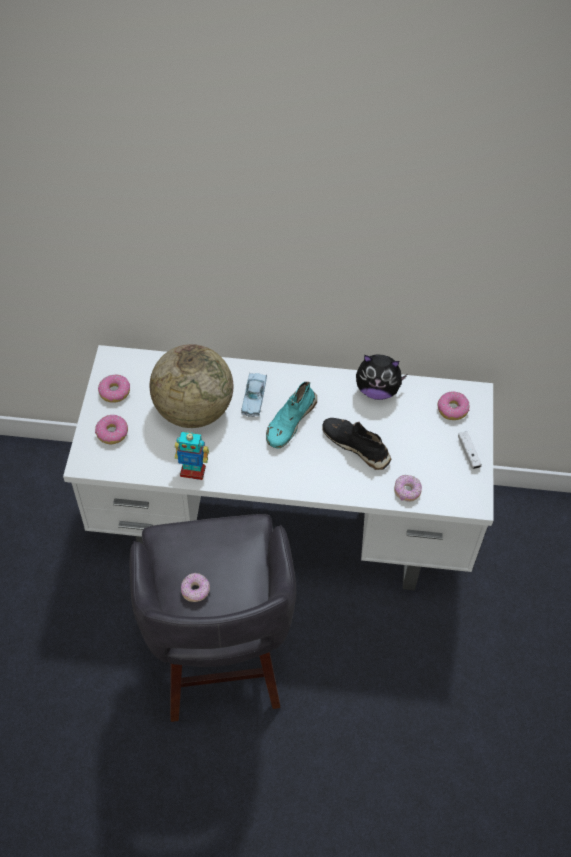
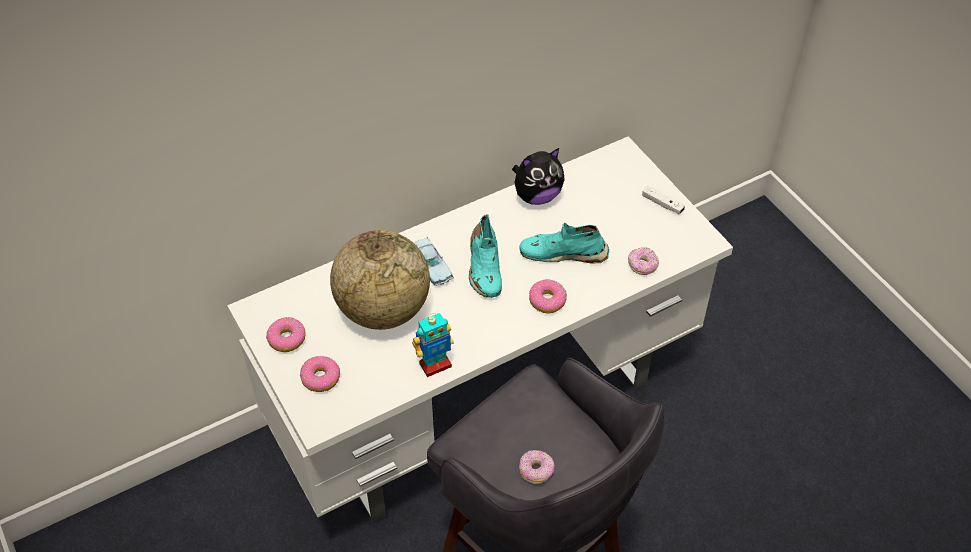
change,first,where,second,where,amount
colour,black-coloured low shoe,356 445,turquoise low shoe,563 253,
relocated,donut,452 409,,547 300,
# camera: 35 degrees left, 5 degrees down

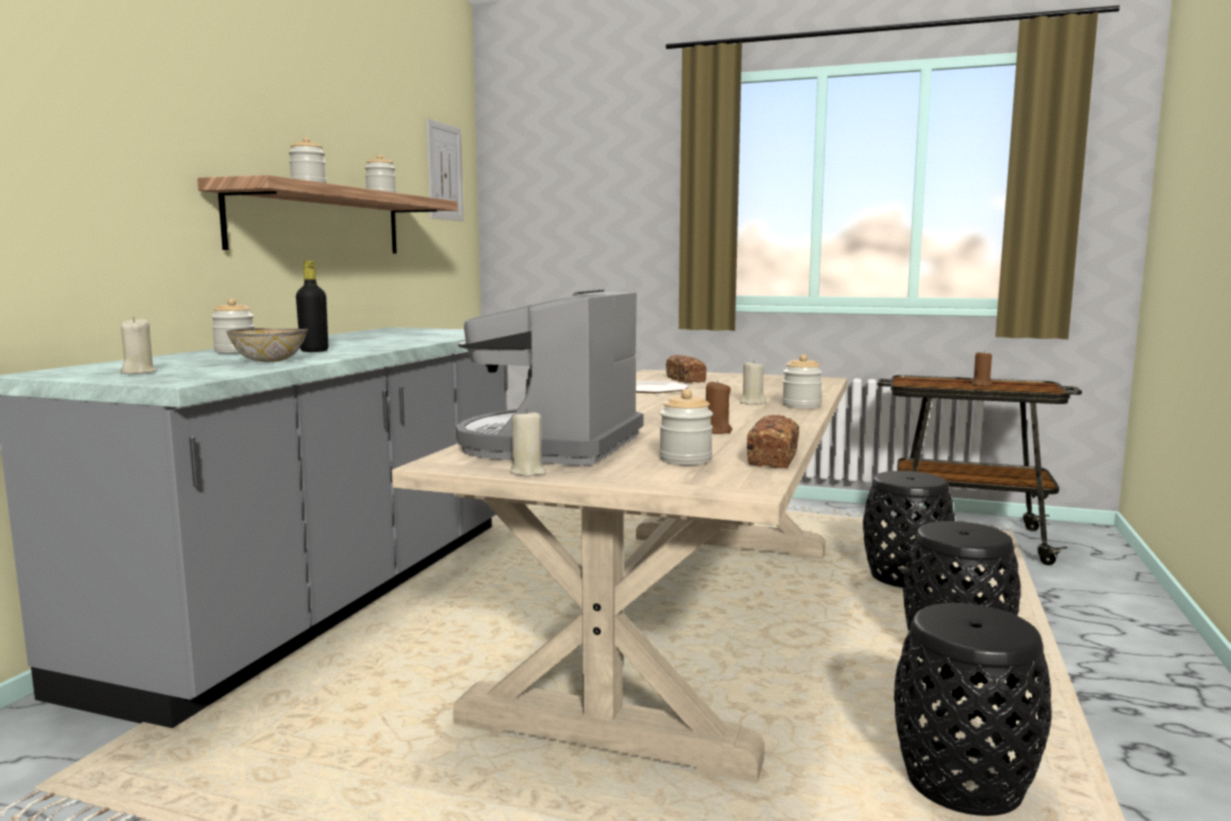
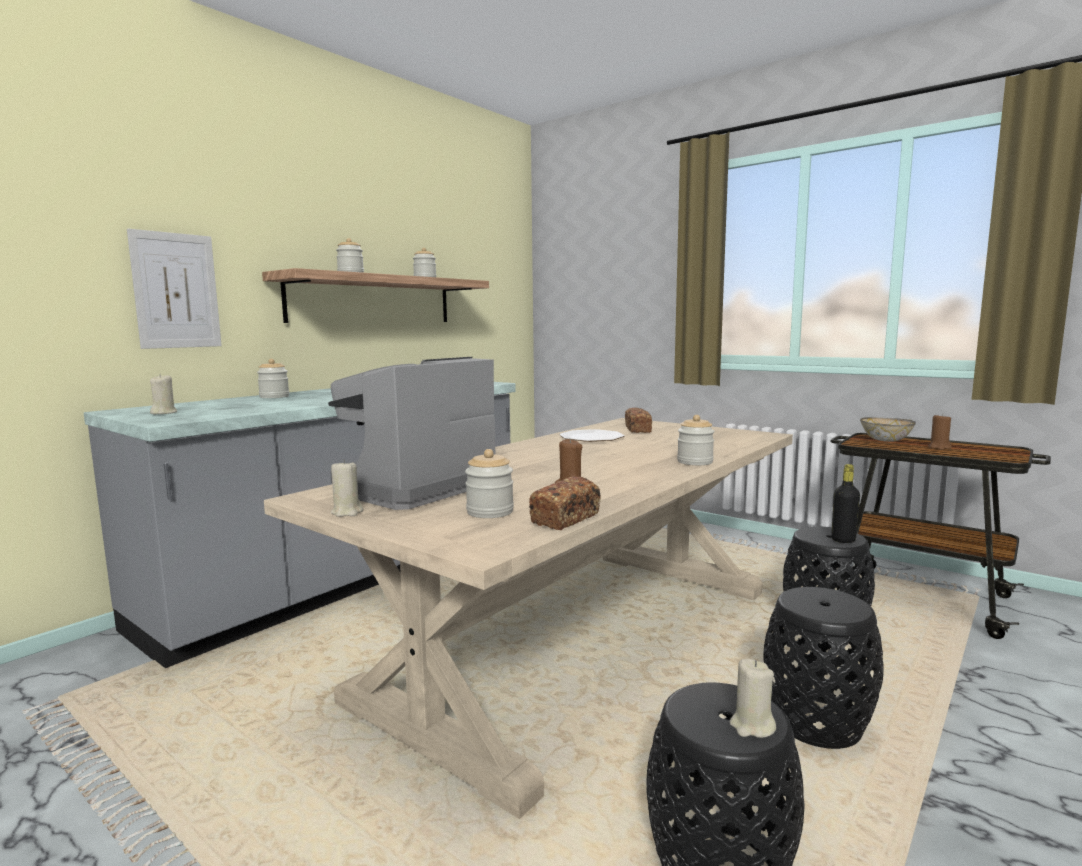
change,first,where,second,where,amount
relocated,picture,444 172,,176 291,
relocated,sand-coloured wax light,752 403,,752 726,
relocated,black-coloured bottle,314 351,,843 540,
relocated,deep dish,270 361,,886 440,
# camera: 20 degrees right, 0 degrees up

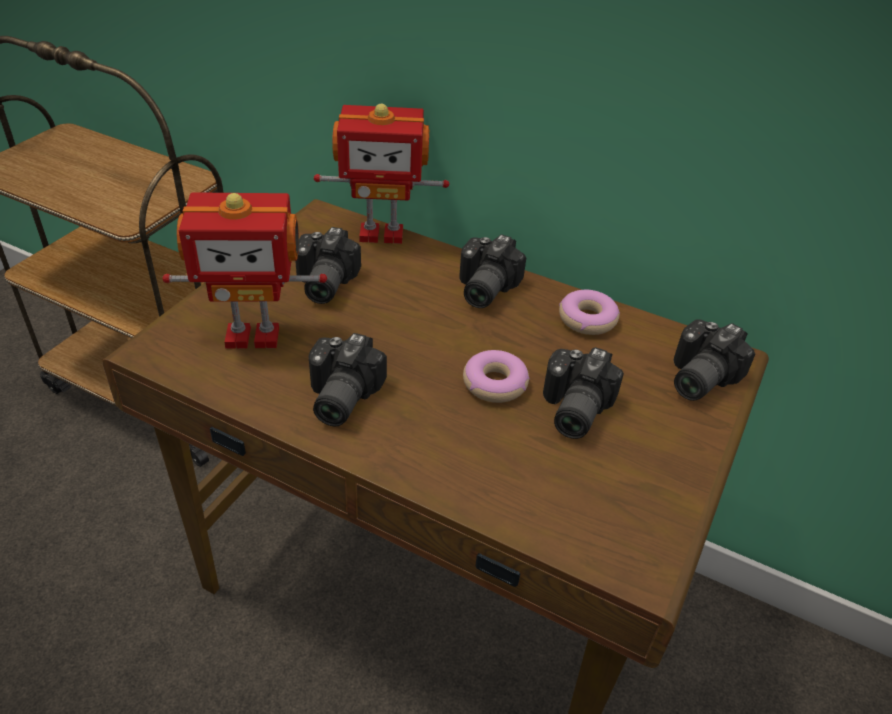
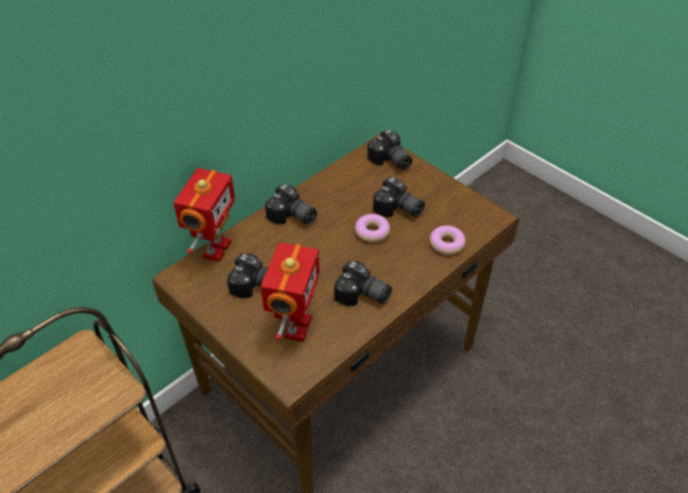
change,first,where,second,where,amount
relocated,donut,587 319,,446 244,
# camera: 70 degrees left, 5 degrees up

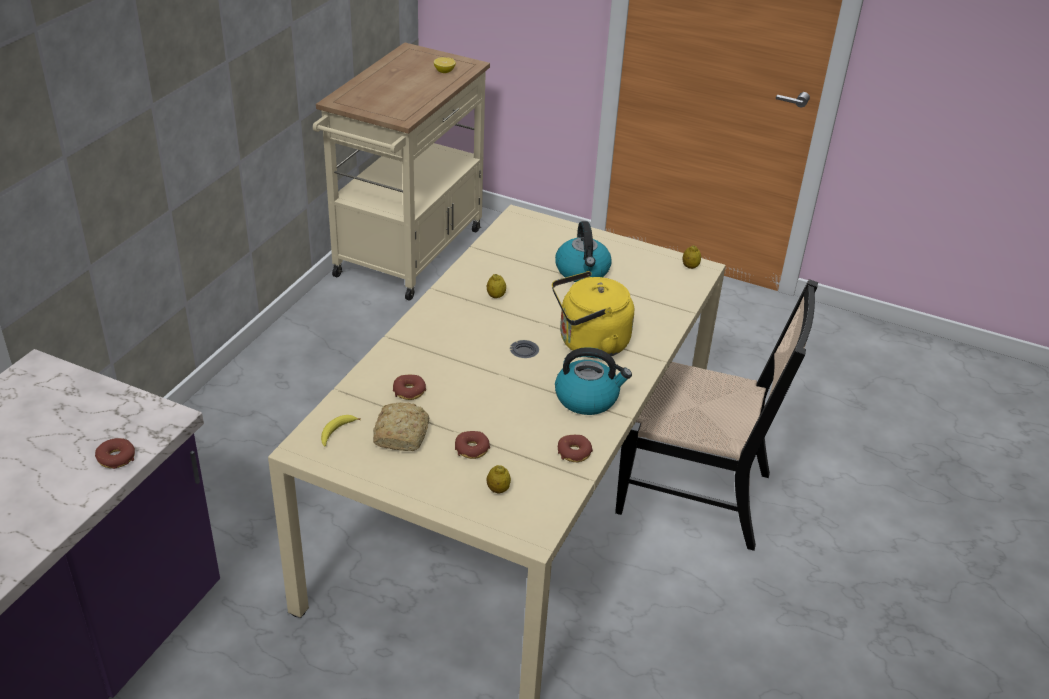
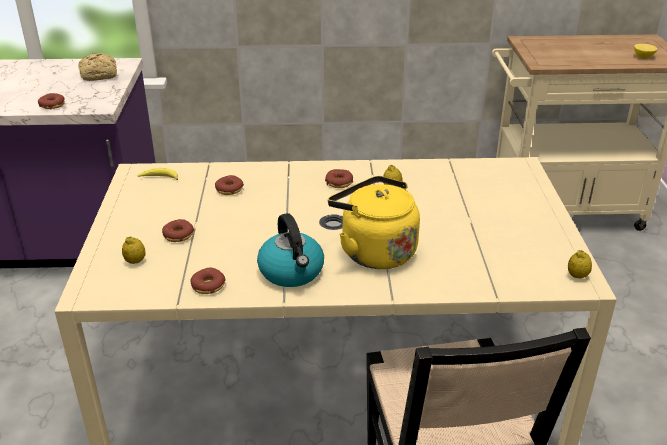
change,first,where,second,where,amount
relocated,bakery bread,402 434,,100 75,
appeared,,,donut,339 183,
missing,kettle,582 271,,,
# camera: 65 degrees right, 5 degrees down

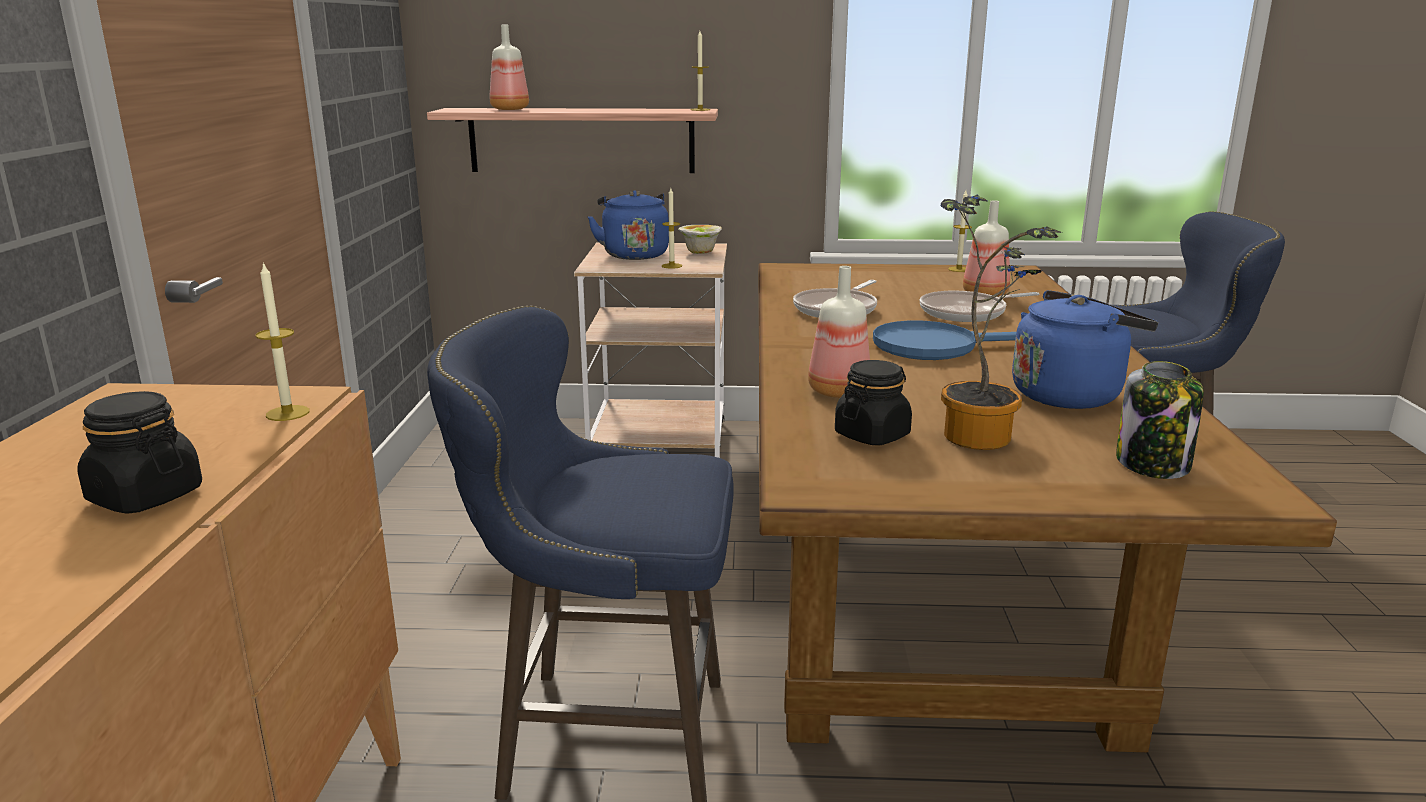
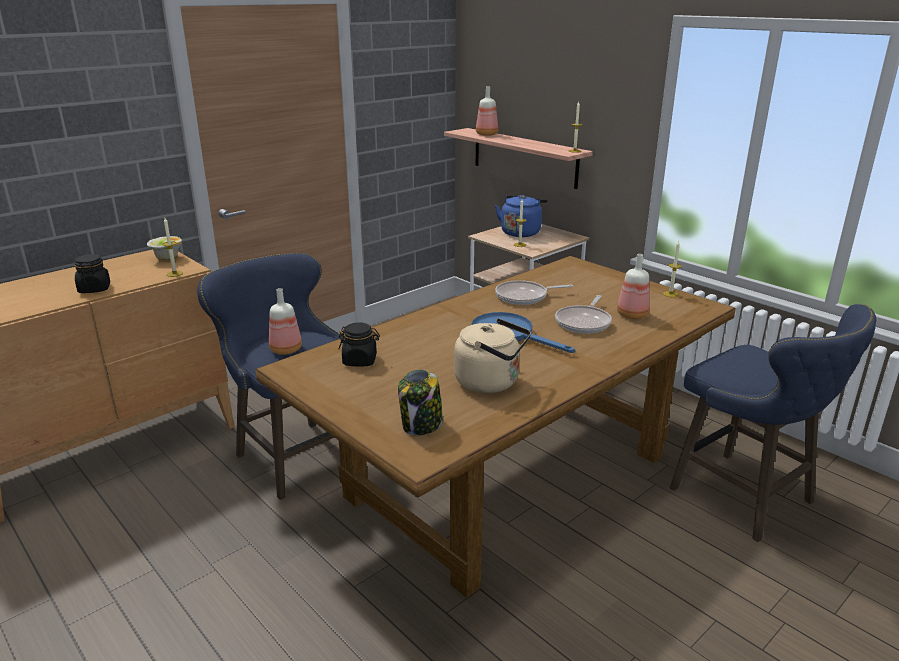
change,first,where,second,where,amount
relocated,deep dish,700 253,,167 259,
relocated,bottle,836 391,,285 349,
colour,bluish kettle,1070 395,sand-coloured kettle,491 382,
spun,skillet,967 313,,584 322,90 degrees counterclockwise
missing,potted plant,981 434,,,
# camera: 45 degrees right, 5 degrees up

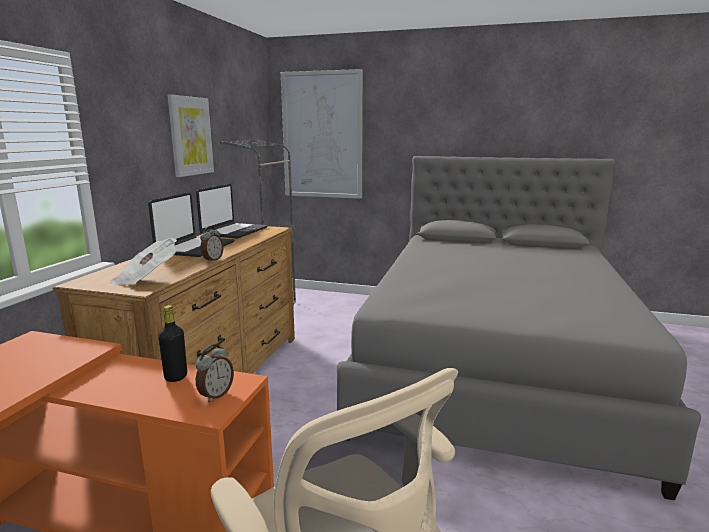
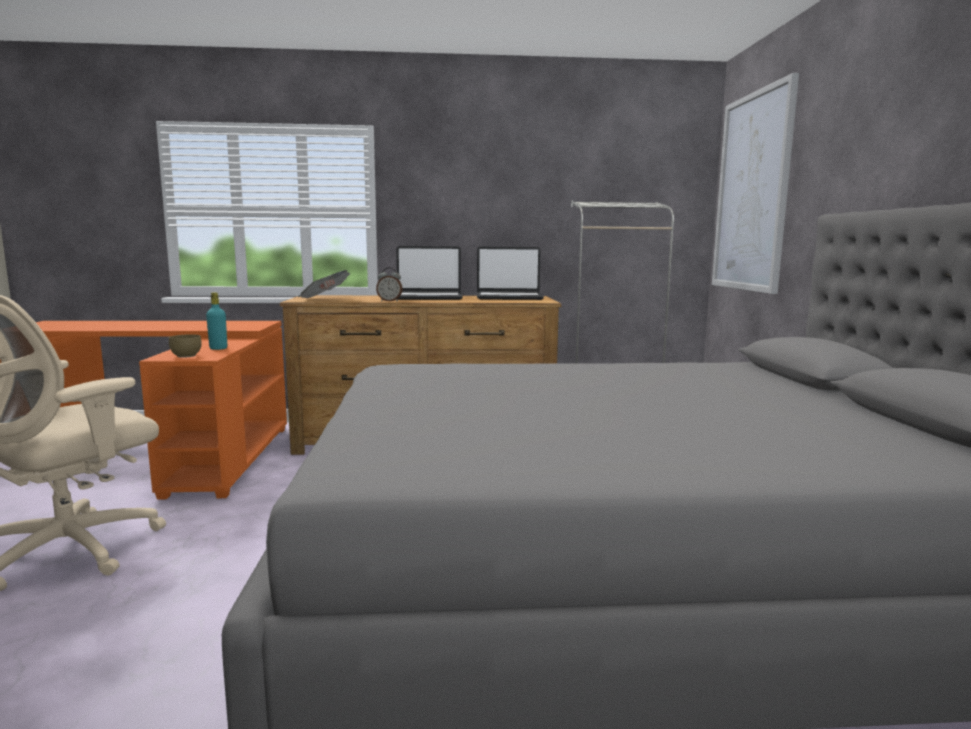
change,first,where,second,where,amount
exchanged,bedside clock,215 395,brown-coloured deep dish,187 356,
colour,black-coloured bottle,176 377,turquoise bottle,218 348,
missing,picture,190 136,,,
# camera: 70 degrees right, 5 degrees down

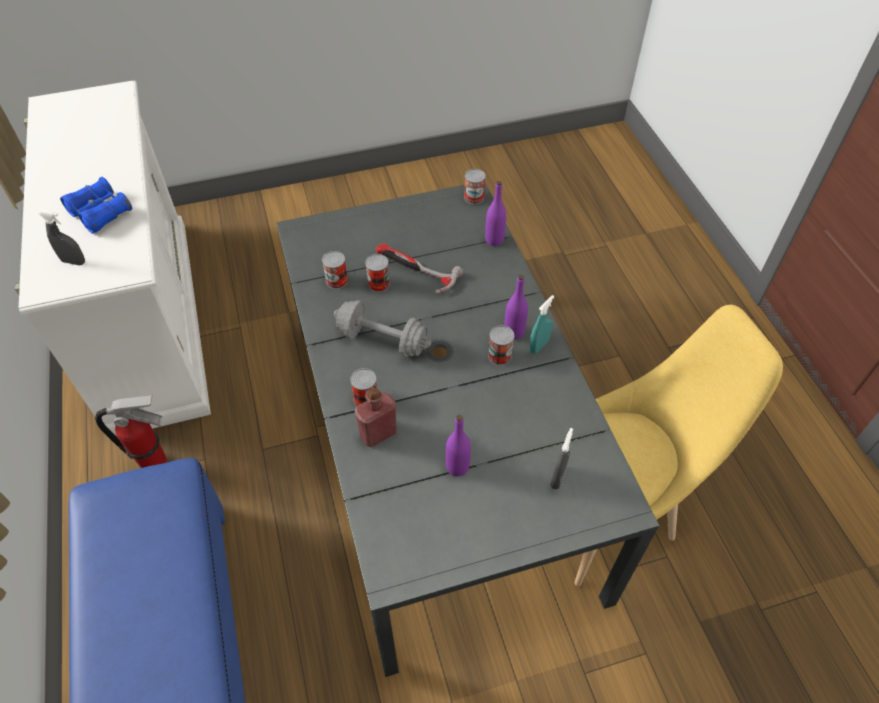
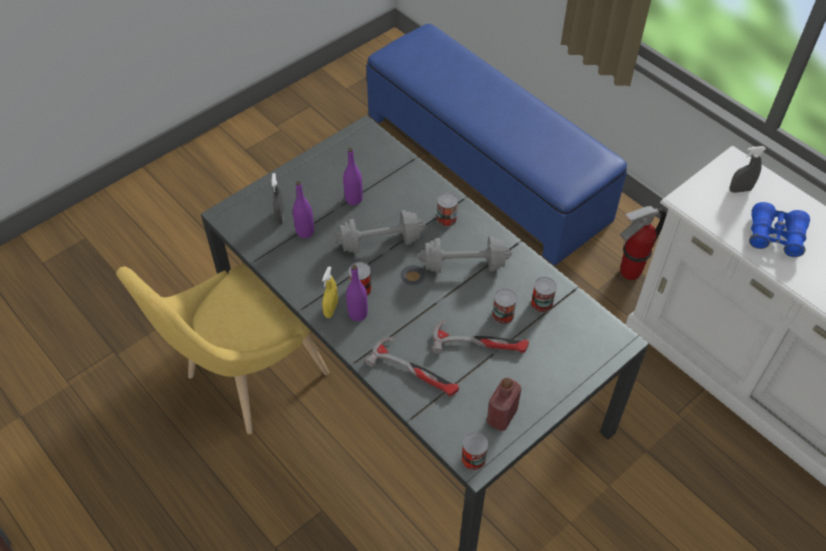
change,first,where,second,where,amount
relocated,purple-coloured bottle,494 240,,305 232,
colour,turquoise sprayer,538 346,yellowish sprayer,331 309,
appeared,,,greyish free weight,380 242,
appeared,,,tool hammer,415 370,
relocated,red bottle,378 433,,501 416,
# camera: 155 degrees right, 0 degrees up

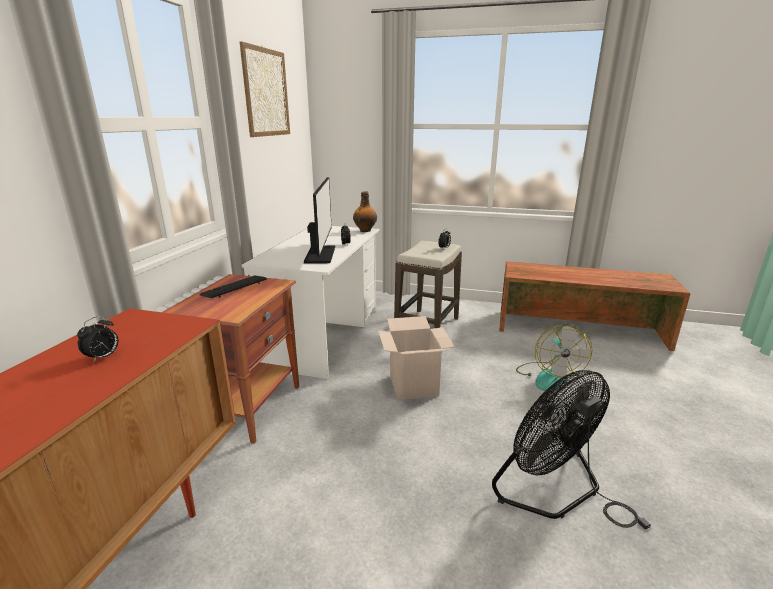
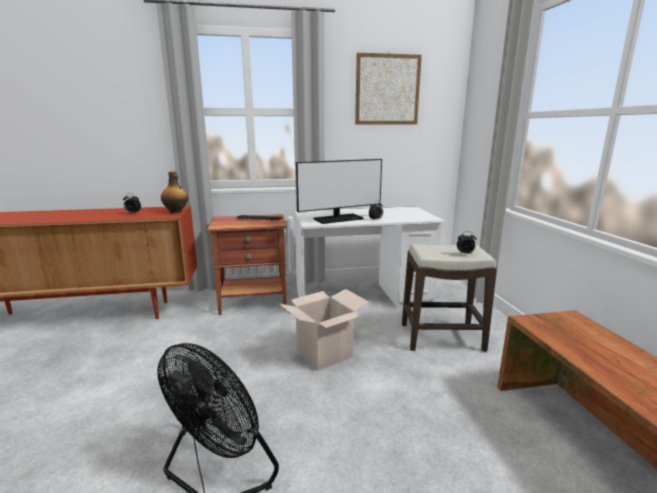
change,first,where,second,where,amount
relocated,bottle,365 230,,176 212,
missing,fan,548 376,,,
# camera: 65 degrees right, 5 degrees down

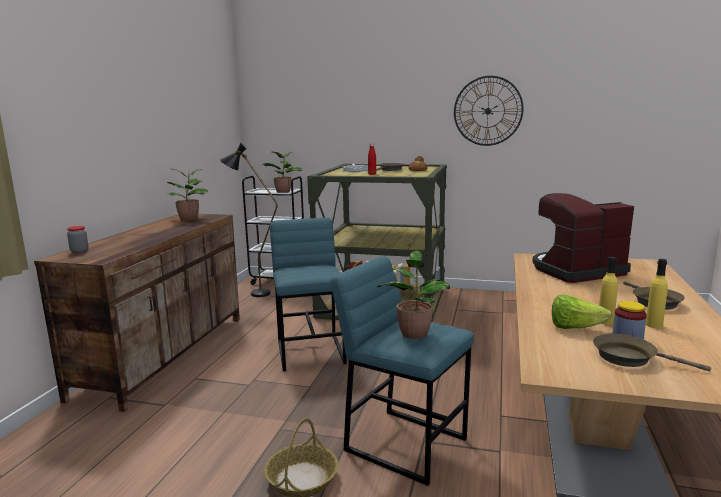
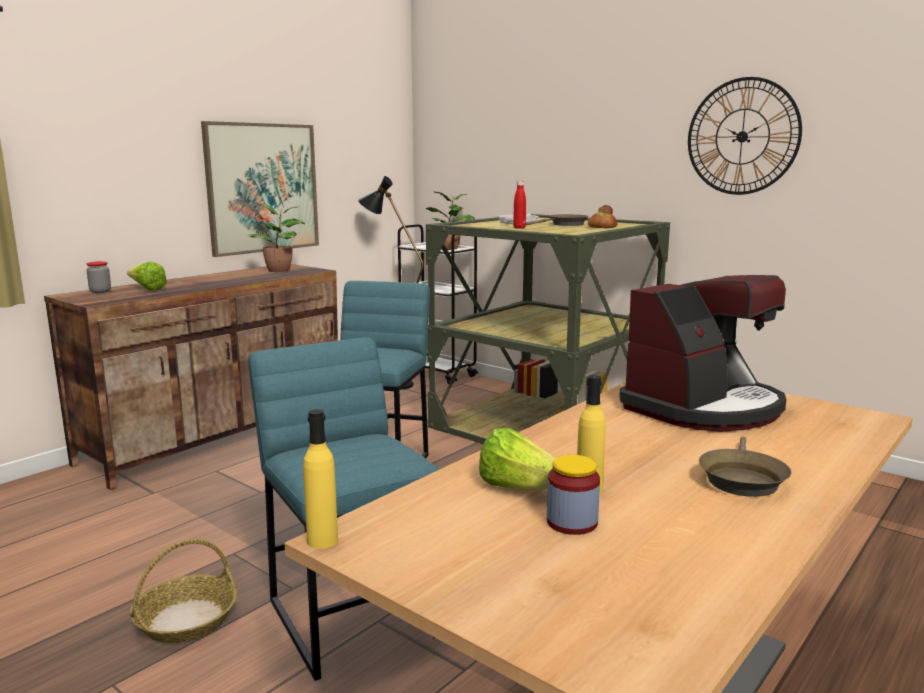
change,first,where,second,where,amount
appeared,,,head of lettuce,147 289,
appeared,,,picture,262 188,
relocated,yellowish bottle,654 325,,322 540,
spun,coffee maker,576 270,,704 408,135 degrees clockwise
missing,potted plant,414 332,,,
missing,brown-coloured skillet,630 358,,,
# camera: 25 degrees right, 0 degrees up

